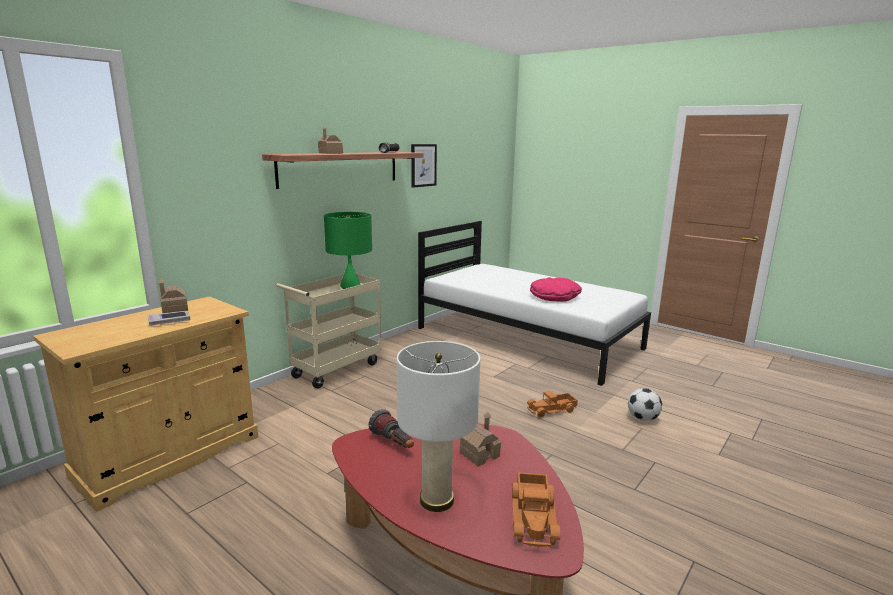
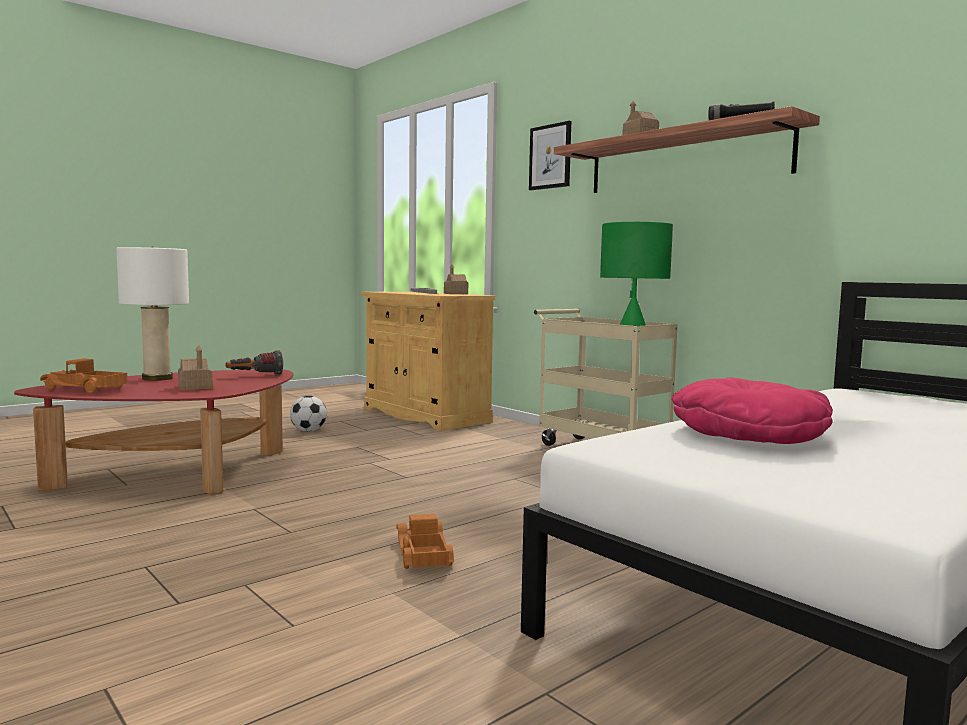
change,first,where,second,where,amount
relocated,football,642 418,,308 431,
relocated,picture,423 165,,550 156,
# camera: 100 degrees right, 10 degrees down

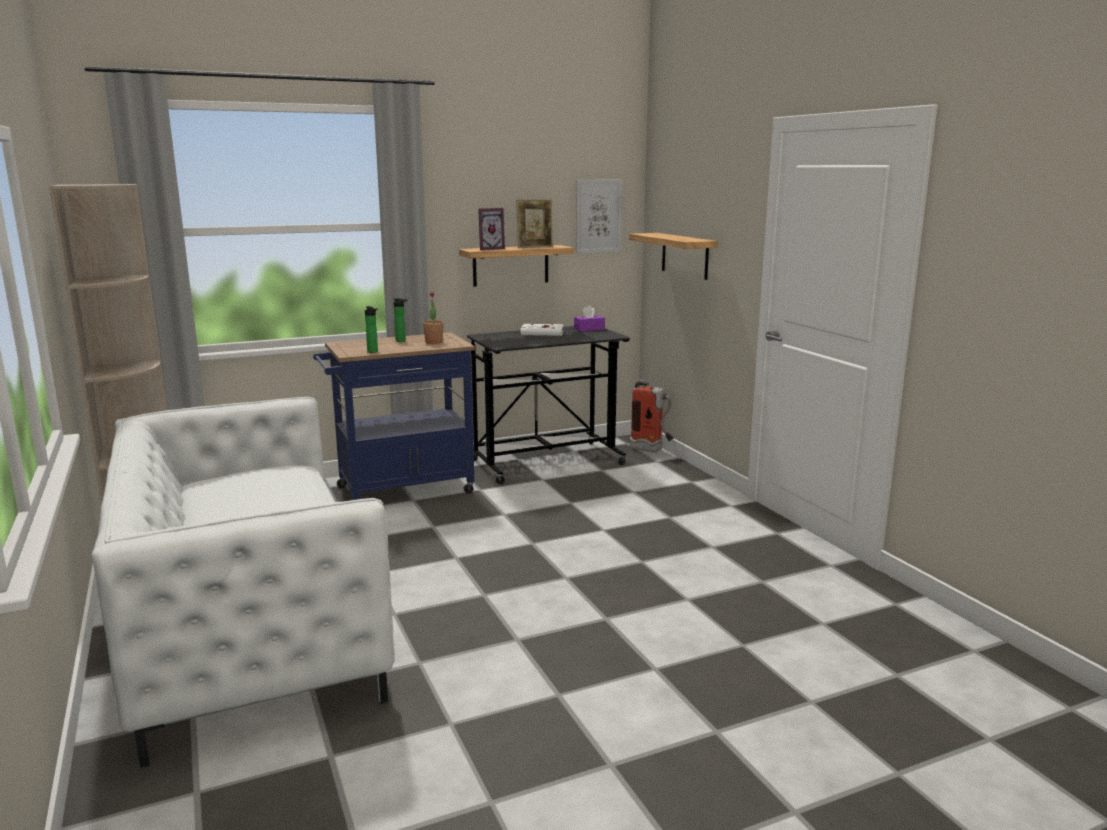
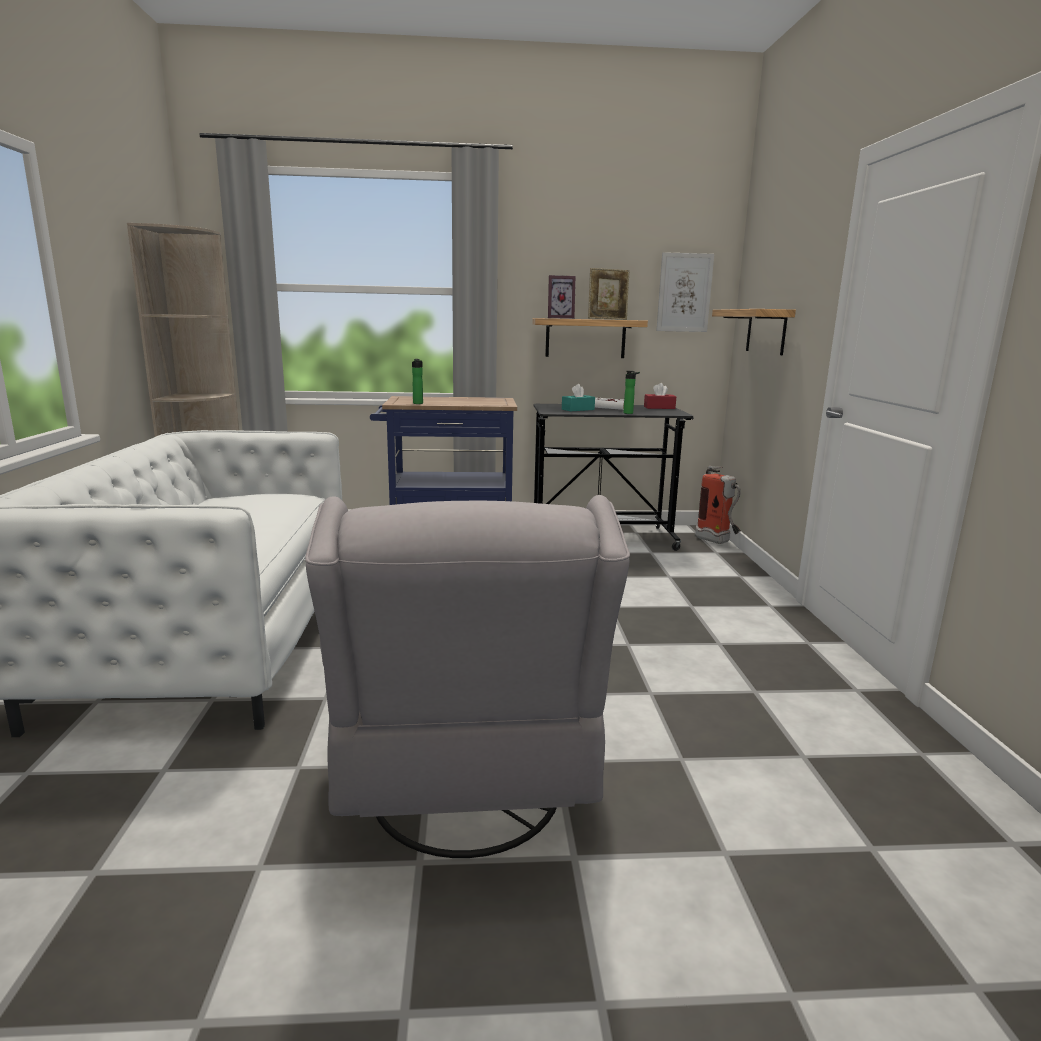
change,first,where,second,where,amount
appeared,,,greyish easy chair,466 786,
appeared,,,turquoise box of tissues,578 409,
relocated,bottle,402 341,,629 413,
colour,purple-coloured box of tissues,589 329,red box of tissues,659 407,
missing,potted plant,434 342,,,
# camera: 20 degrees right, 0 degrees up

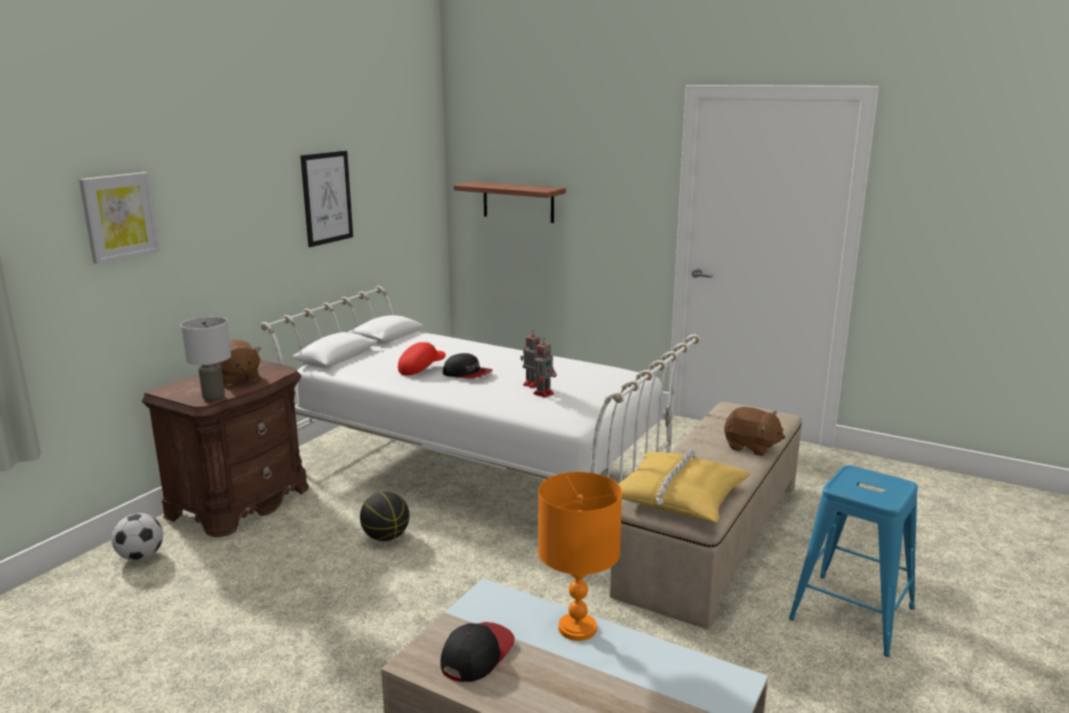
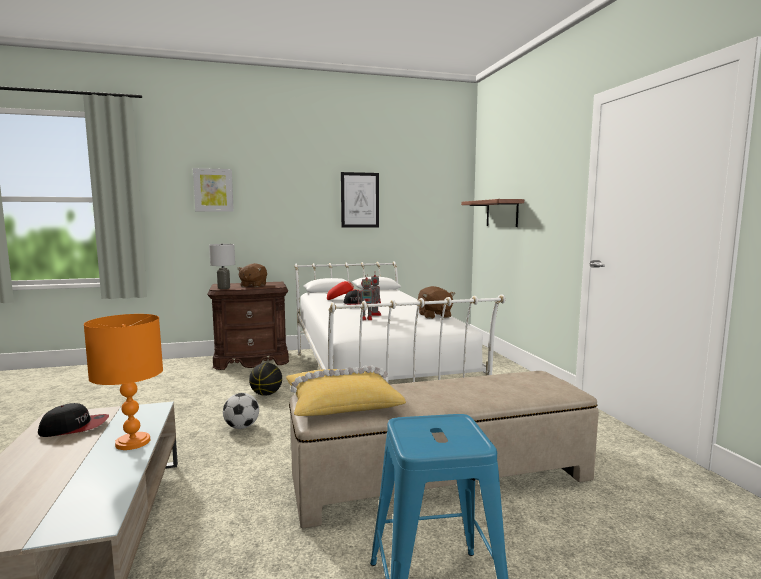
change,first,where,second,where,amount
relocated,football,141 557,,241 427,
relocated,brown-coloured soft toy,751 447,,434 316,
# camera: 45 degrees right, 10 degrees down

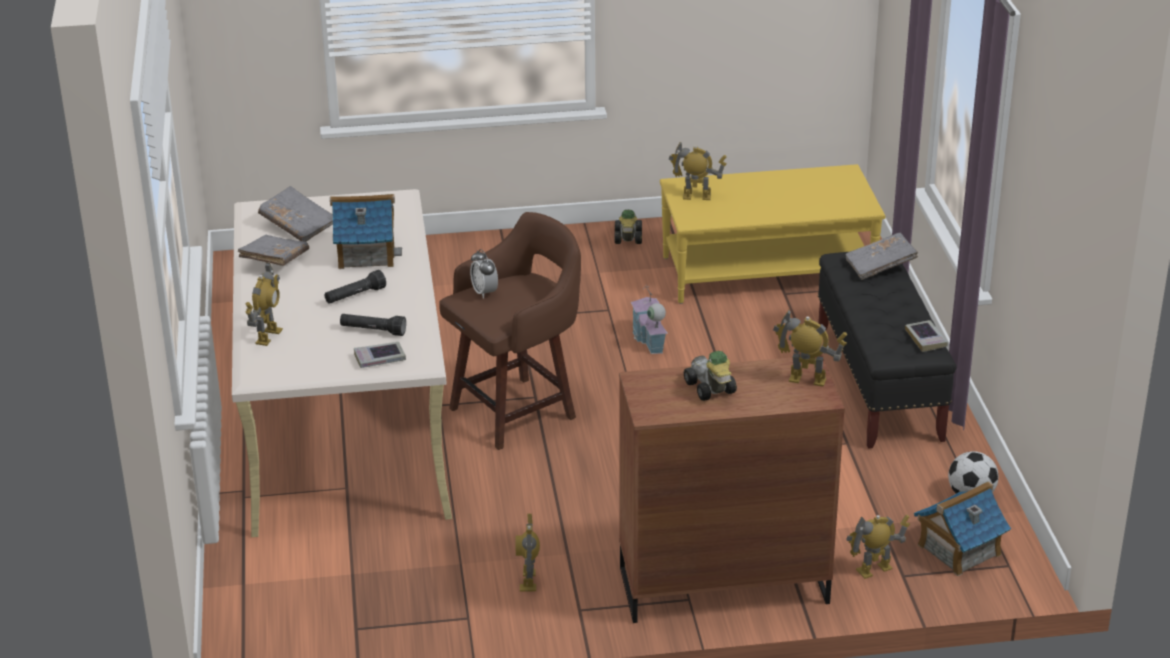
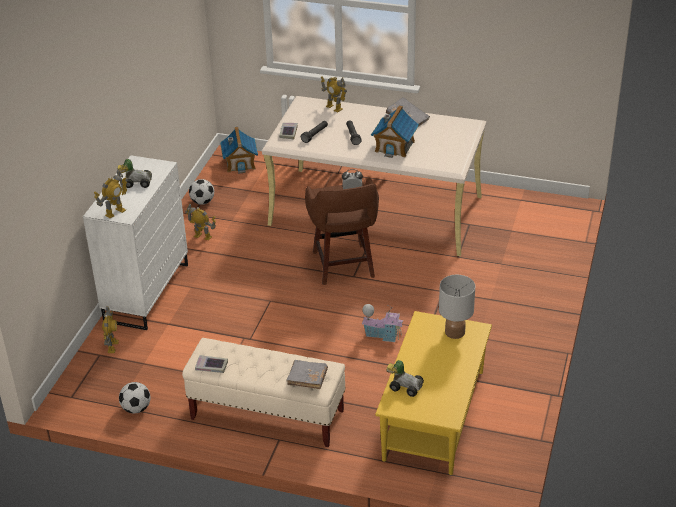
change,first,where,second,where,amount
colour,brown-coloured drawer chest,723 587,white drawer chest,146 292,
colour,black-coloured indoor bench,879 386,sand-coloured indoor bench,267 415,
appeared,,,football,202 202,
relocated,toy house,958 550,,240 163,
relocated,model car,627 239,,405 386,
exchanged,model robot,696 197,greyish tabletop lamp,455 332,
missing,greyish book,298 225,,,
# camera: 115 degrees right, 5 degrees up

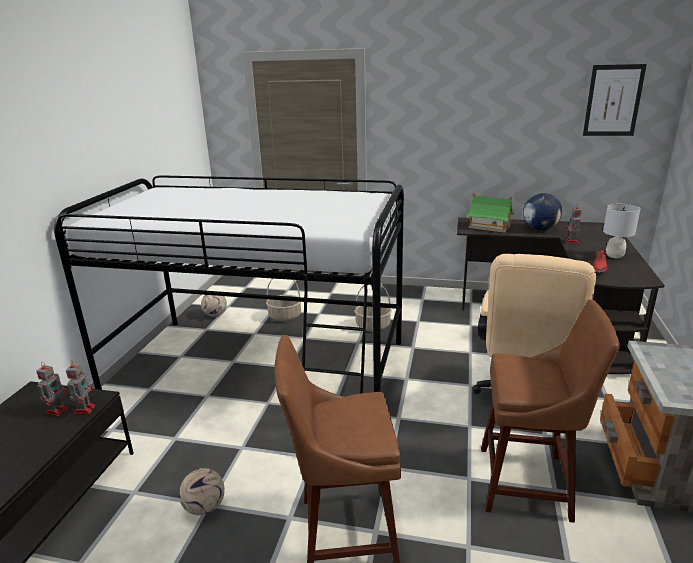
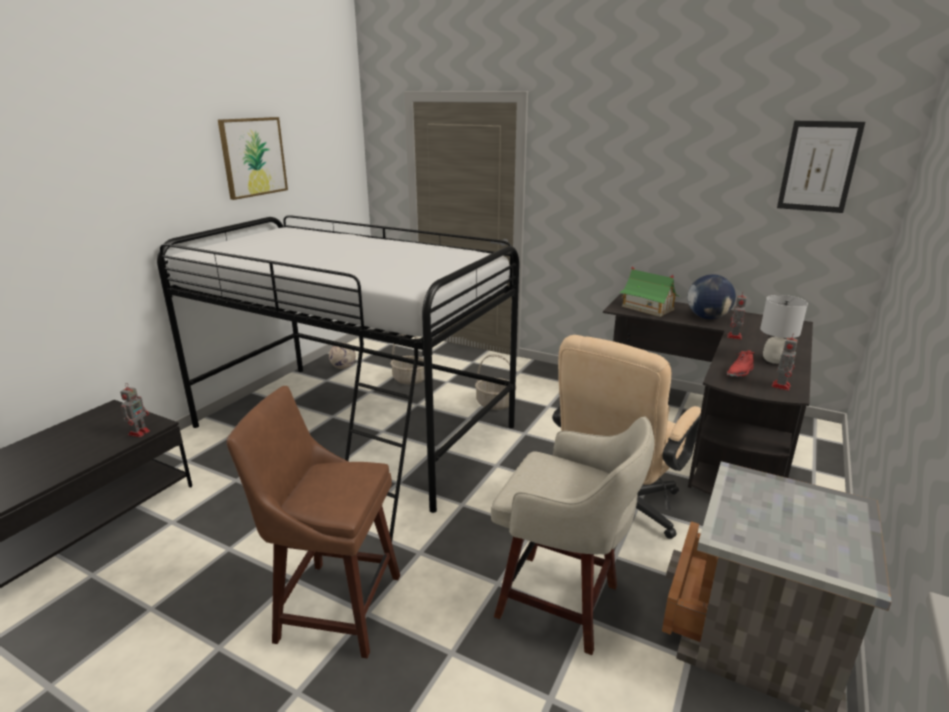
change,first,where,second,where,amount
appeared,,,picture,253 157,
exchanged,brown-coloured upright chair,530 483,sand-coloured stool seat,563 604,
relocated,model robot,57 410,,781 385,
missing,football,204 507,,,
# camera: 15 degrees right, 0 degrees up

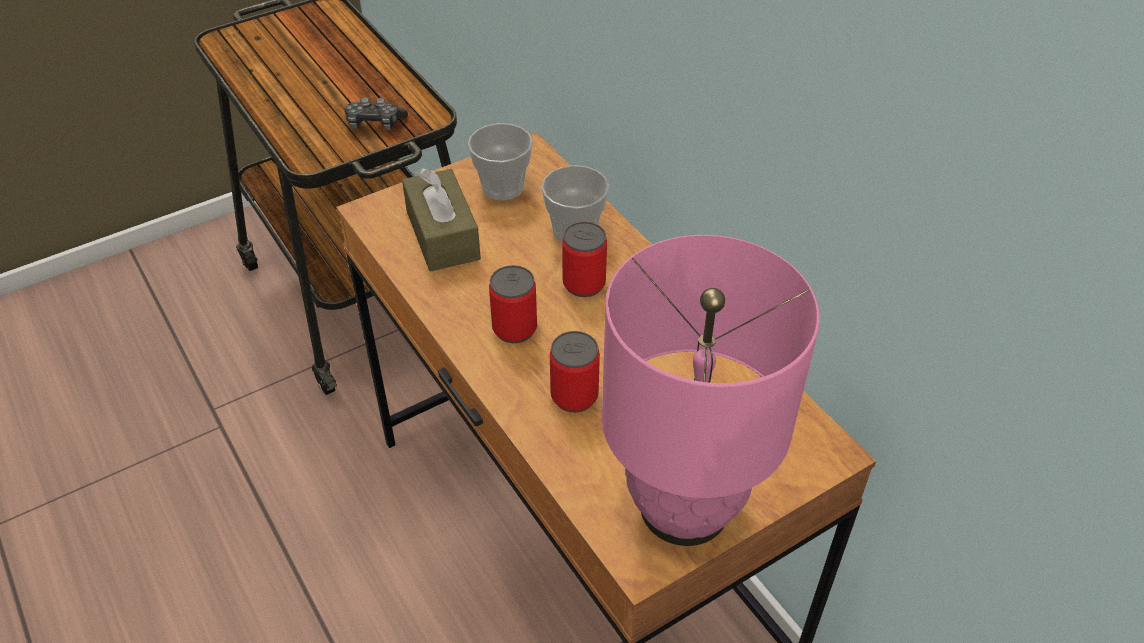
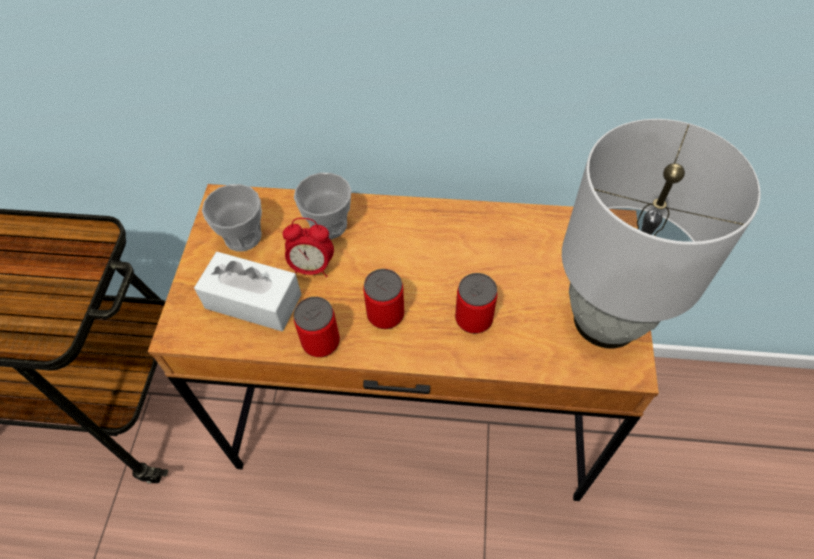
change,first,where,second,where,amount
colour,brown-coloured box of tissues,442 235,white box of tissues,253 301,
appeared,,,bedside clock,312 267,
relocated,sealed can,584 283,,321 342,
colour,pinkish tabletop lamp,684 507,white tabletop lamp,605 319,
missing,gamepad,374 123,,,
# camera: 50 degrees left, 10 degrees up

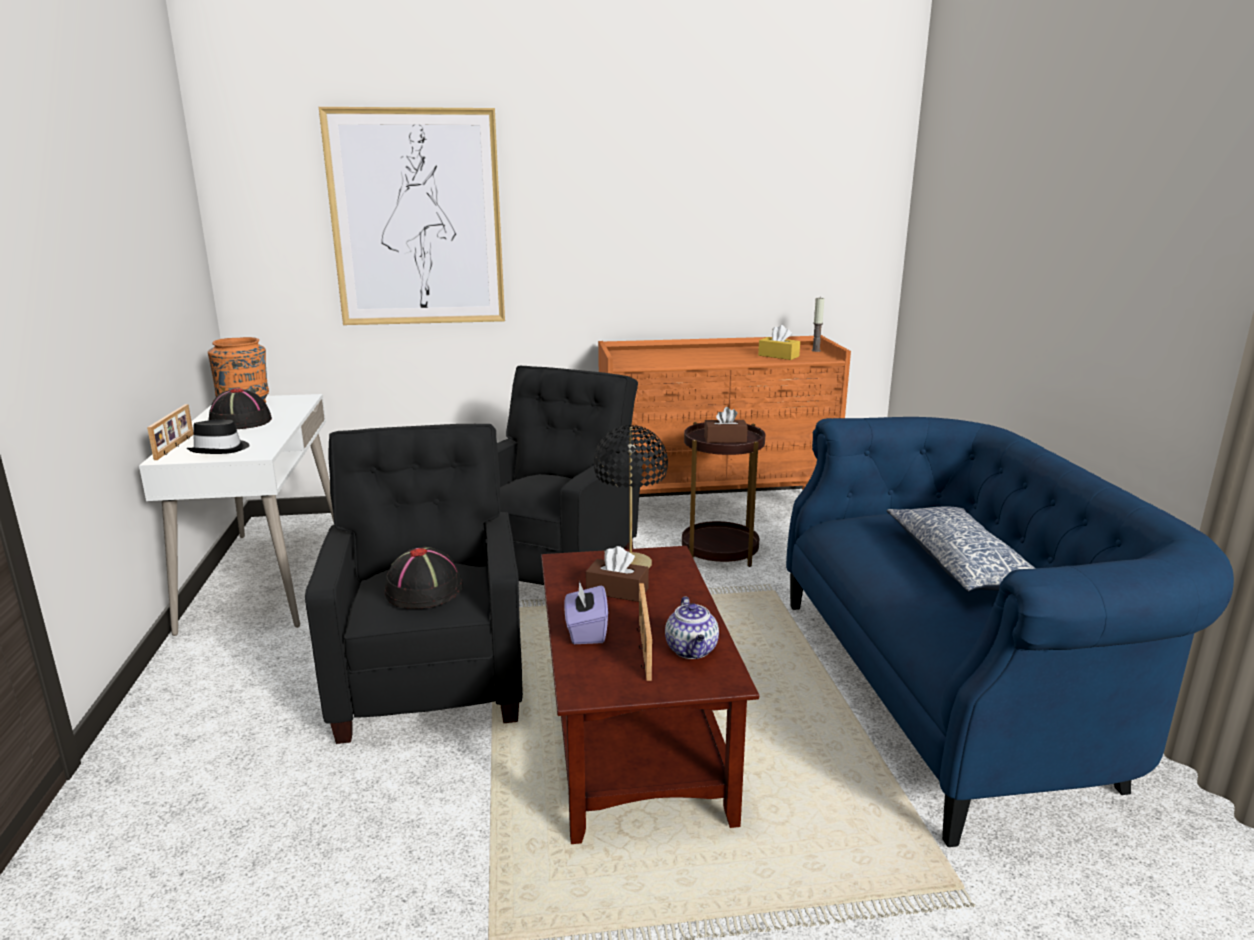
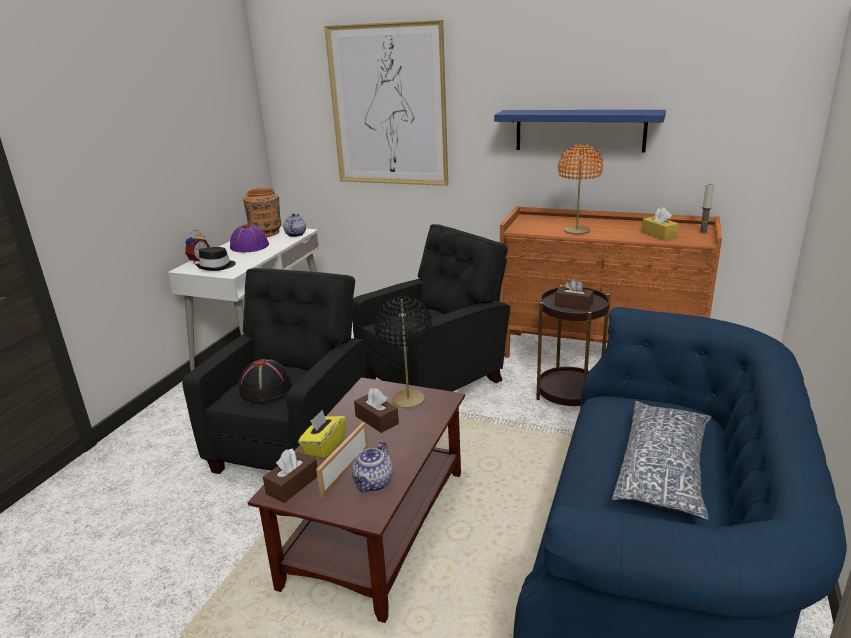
change,first,where,second,where,amount
exchanged,photo frame,176 446,bedside clock,198 261,
colour,black-coloured clothing hat,240 422,purple-coloured clothing hat,249 246,
appeared,,,brown-coloured box of tissues,292 485,
appeared,,,tea pot,295 234,
colour,purple-coloured box of tissues,586 631,yellowish box of tissues,324 447,
appeared,,,bluish shelf,579 130,
appeared,,,orangey tabletop lamp,576 231,
# camera: 30 degrees right, 5 degrees up

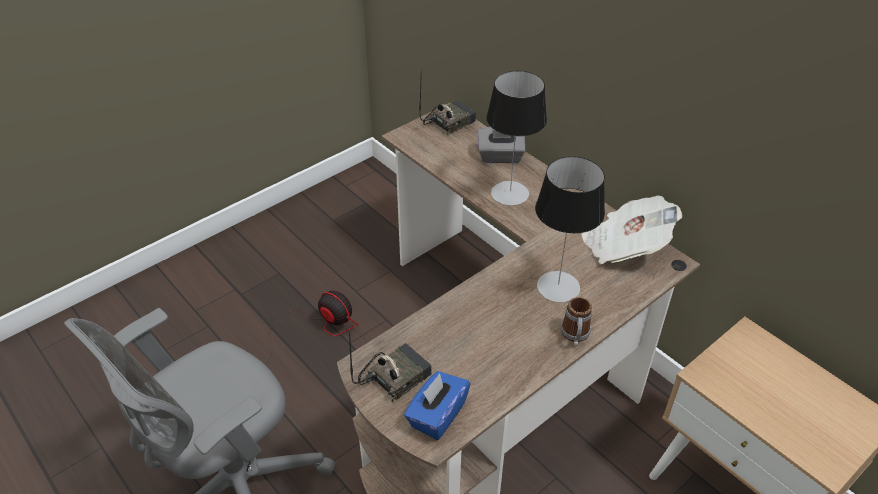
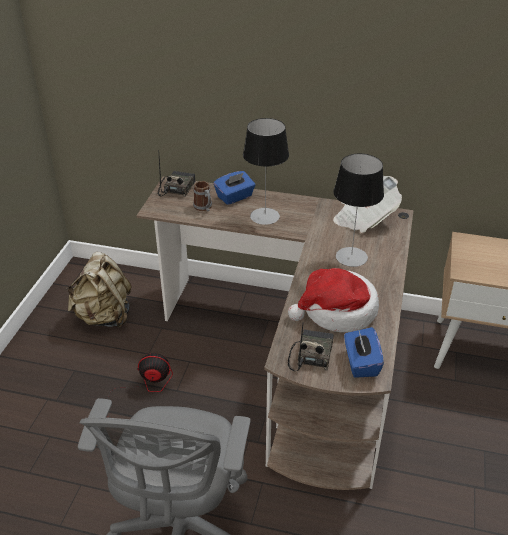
change,first,where,second,where,amount
appeared,,,sand-coloured knapsack,104 316,
relocated,mug,575 336,,204 208,
colour,greyish box of tissues,500 157,bluish box of tissues,235 197,
appeared,,,clothing hat,337 311,
# camera: 35 degrees left, 5 degrees down

